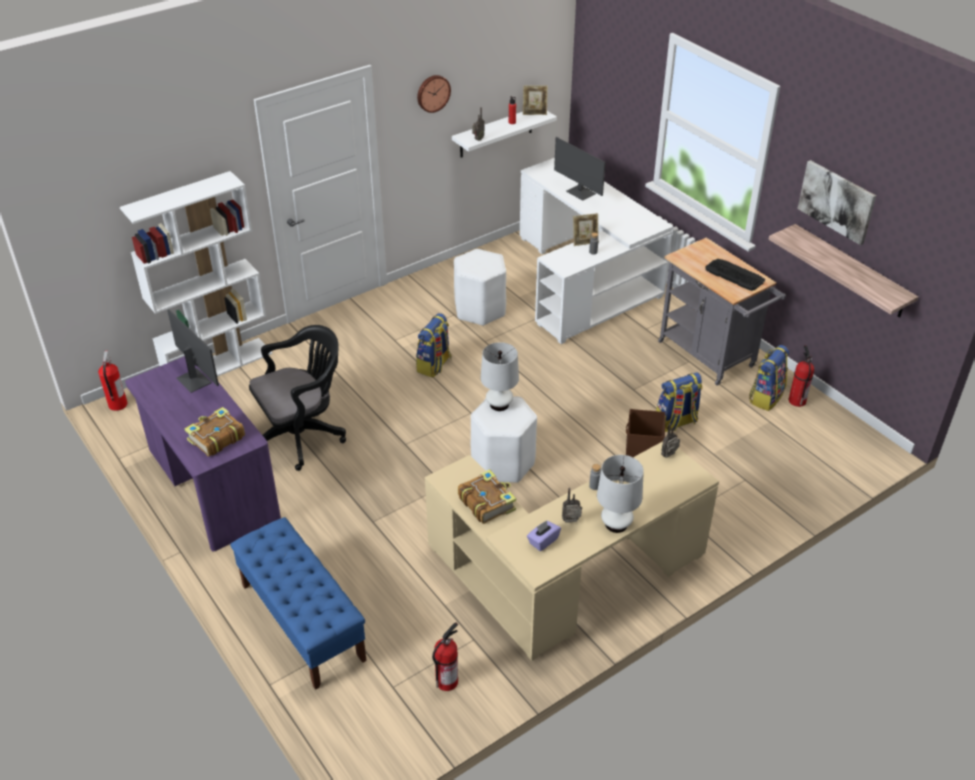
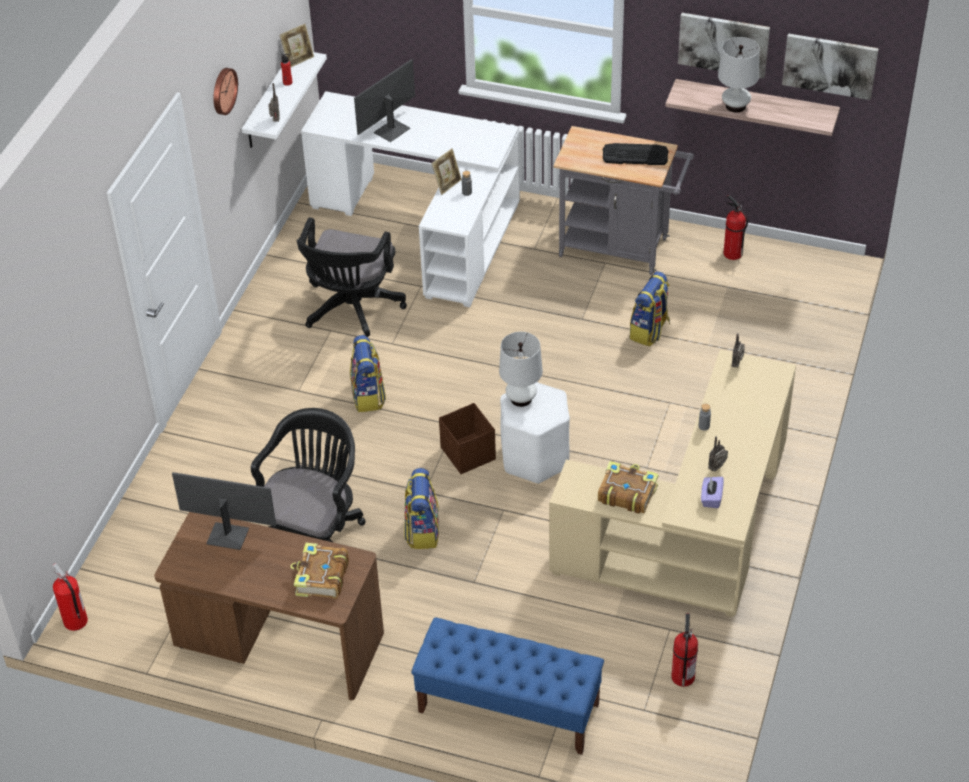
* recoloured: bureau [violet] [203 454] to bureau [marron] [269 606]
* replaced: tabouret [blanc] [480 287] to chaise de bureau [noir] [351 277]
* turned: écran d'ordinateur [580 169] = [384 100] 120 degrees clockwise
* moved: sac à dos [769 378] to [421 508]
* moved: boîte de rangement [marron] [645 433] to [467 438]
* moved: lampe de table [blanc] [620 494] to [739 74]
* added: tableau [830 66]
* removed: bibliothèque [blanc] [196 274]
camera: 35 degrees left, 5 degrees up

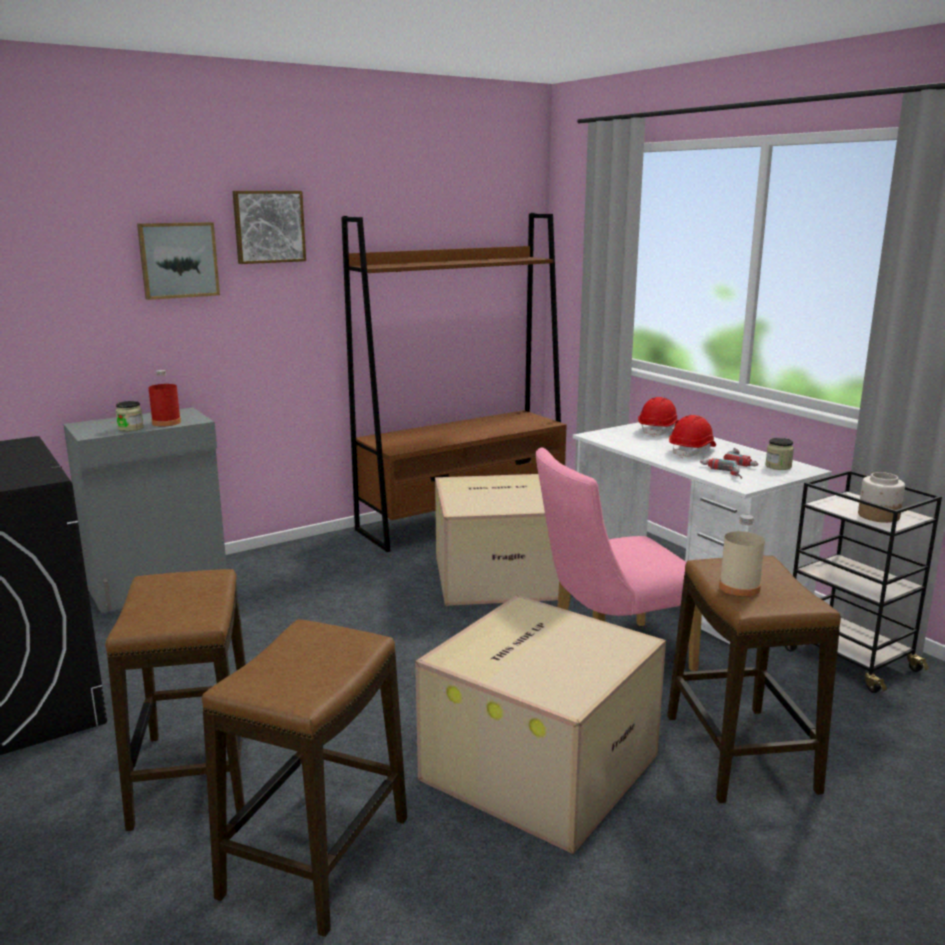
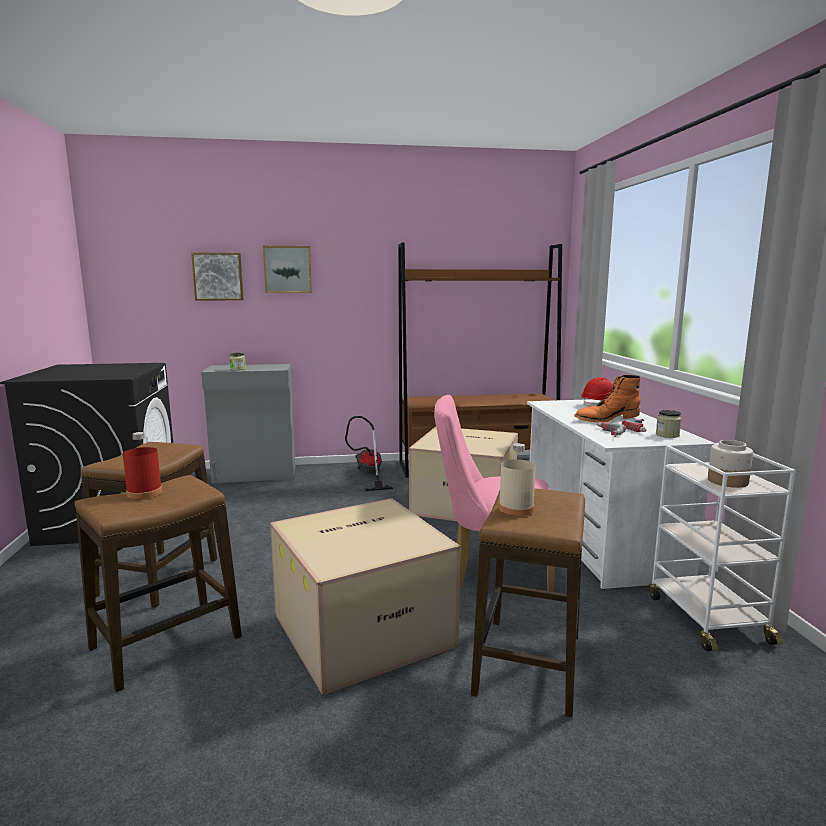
* moved: bouteille [rouge] [164 398] to [142 465]
* moved: tableau [269 227] to [217 277]
* added: aspirateur [369 453]
* replaced: casque de chantier [rouge] [692 436] to botte [orange] [607 399]
* recoloured: chariot [noir] [863 581] to chariot [blanc] [722 547]
camera: 25 degrees right, 5 degrees down

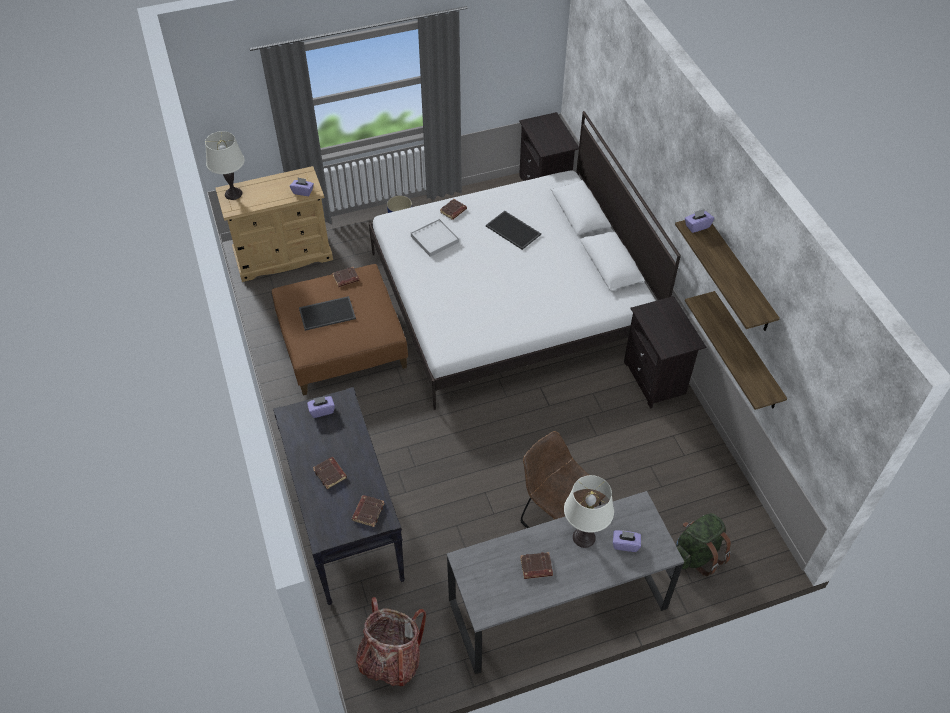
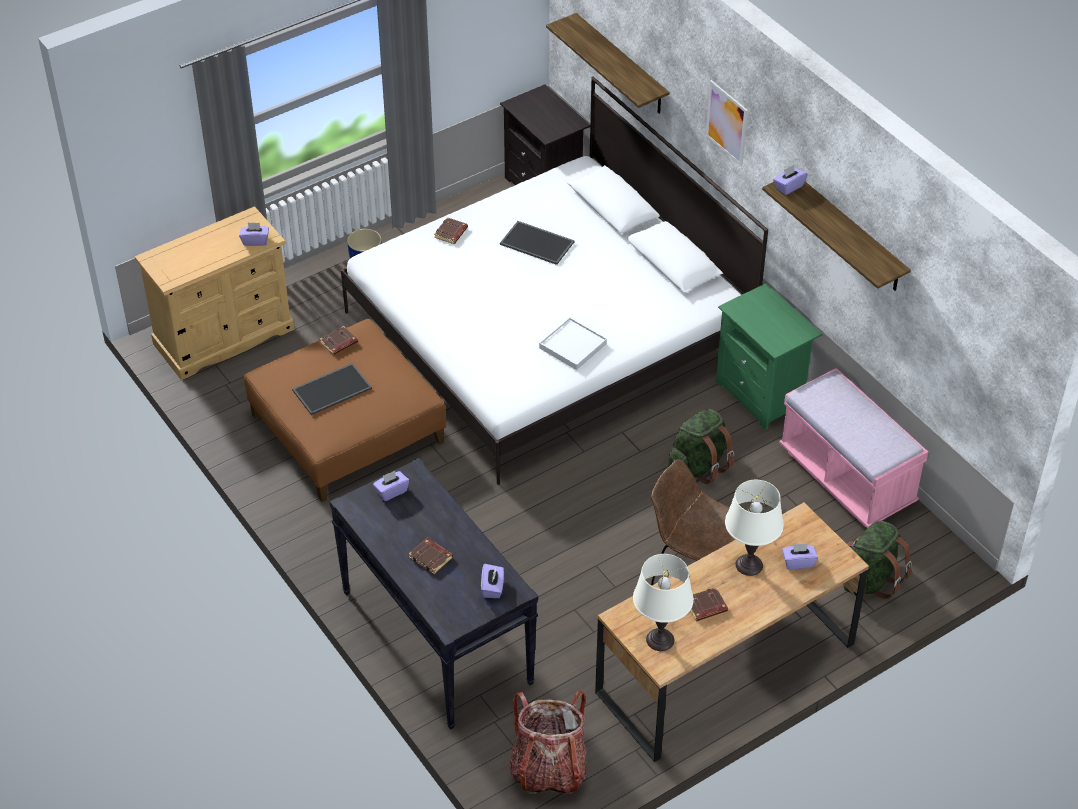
* replaced: livre [marron] [368 511] to boîte à mouchoirs [violet] [492 581]
* moved: plateau [blanc] [435 238] to [573 344]
* moved: étagère [736 350] to [607 63]
* recoloured: bureau [gris] [565 582] to bureau [marron] [732 632]
* moved: lampe de table [blanc] [225 165] to [663 602]
* added: sac à dos [vert] [701 446]
* added: tableau [727 123]
* recoloured: table de chevet [noir] [665 352] to table de chevet [vert] [769 356]
* added: banc [rose] [853 448]
camera: 15 degrees left, 5 degrees down

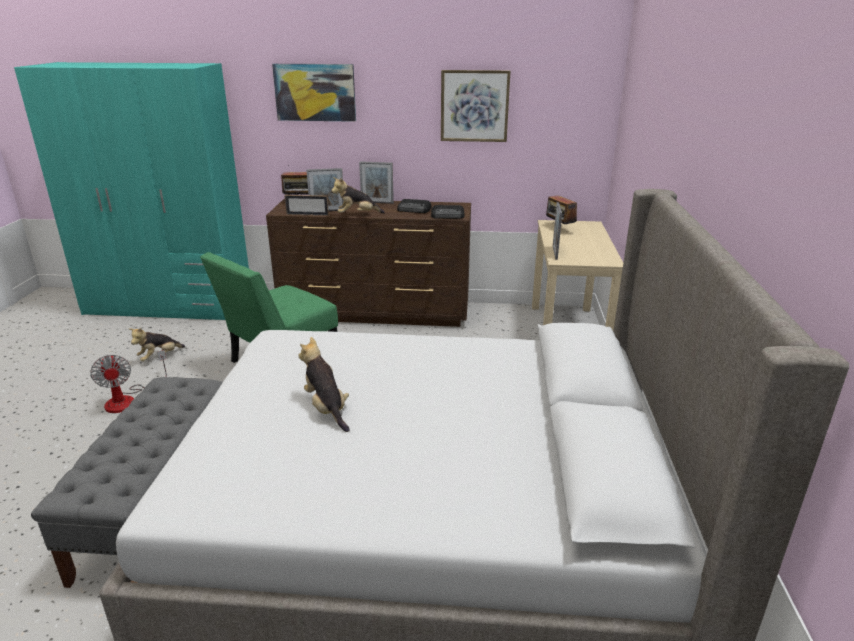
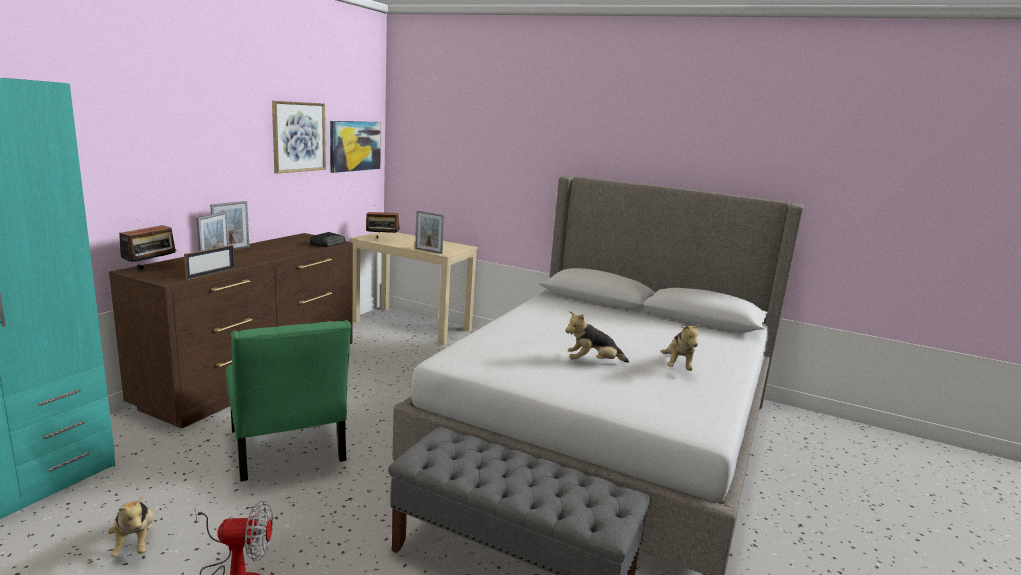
* moved: tableau [314 93] to [355 147]
* moved: peluche [358 195] to [681 346]
* removed: radio [414 206]
camera: 70 degrees left, 10 degrees down

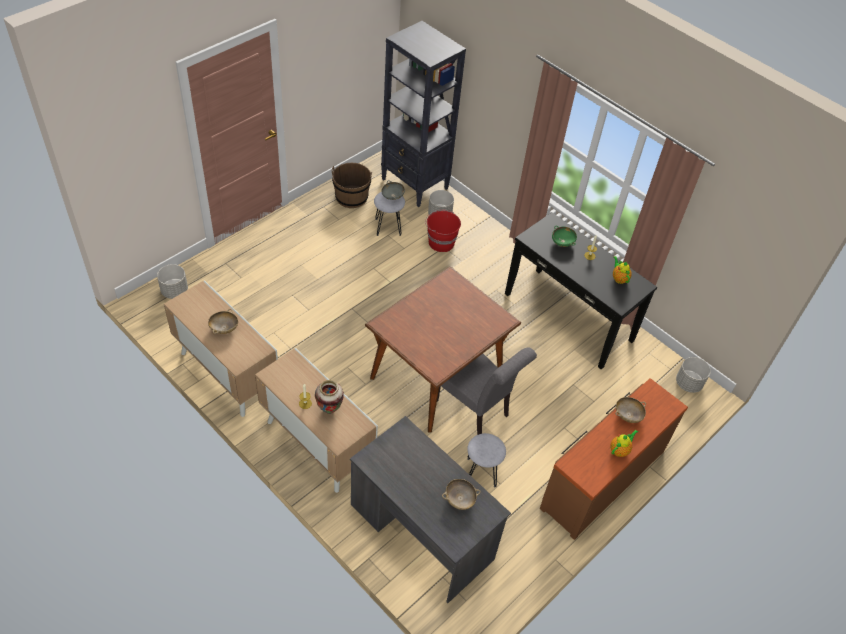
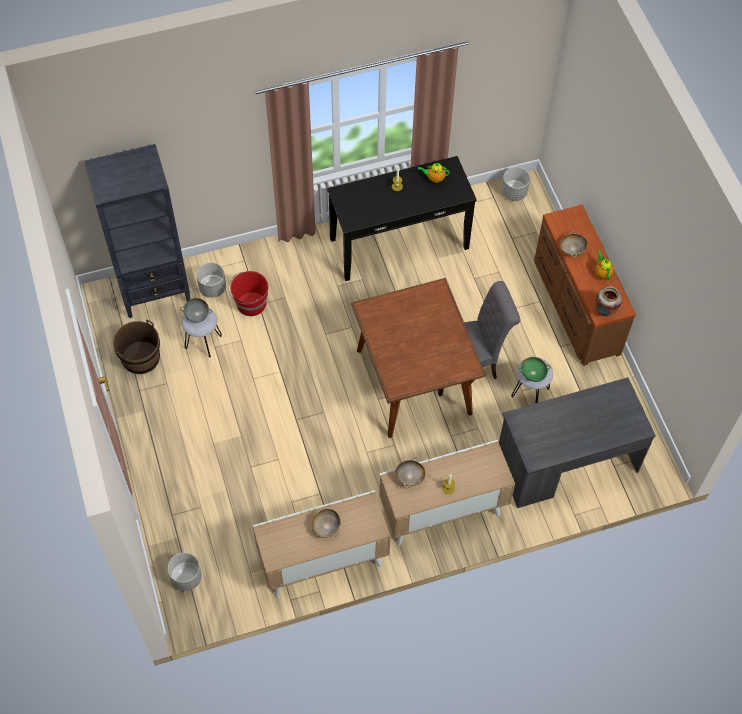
* moved: bol [beige] [461 494] to [410 472]
* moved: bol [vert] [564 236] to [534 369]
* moved: vase [329 397] to [609 301]
camera: 60 degrees left, 10 degrees up

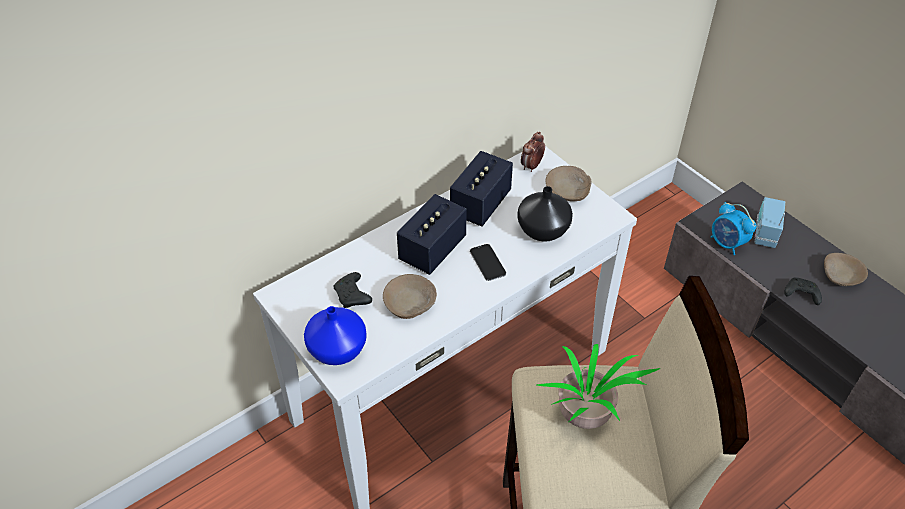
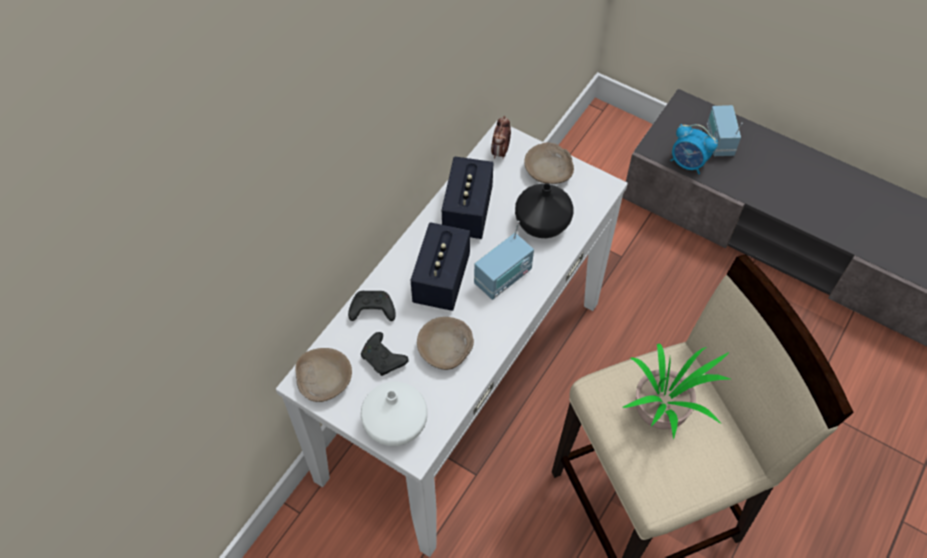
* moved: bol [beige] [846 269] to [323 375]
* moved: manette [noir] [803 291] to [372 306]
* recoloured: vase [bleu] [335 335] to vase [blanc] [394 414]
* replaced: téléphone [488 262] to radio [504 260]
camera: 20 degrees left, 10 degrees up

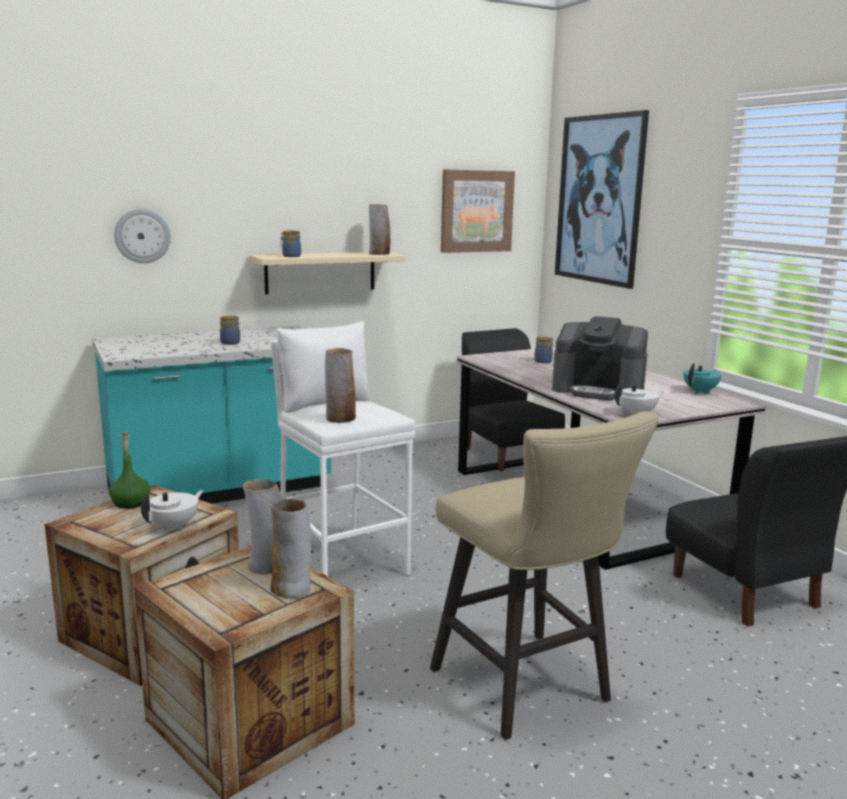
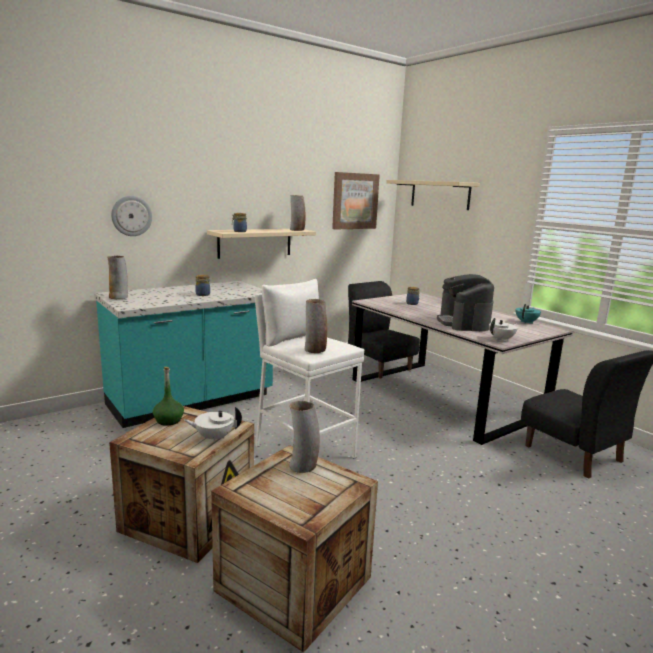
* moved: vase [291 548] to [117 277]
* turned: théière [blanc] [172 510] = [213 424] 120 degrees counterclockwise
* replaced: tableau [602 199] to étagère [beige] [433 195]
* turned: machine à café [600 358] = [465 302] 75 degrees clockwise
* removed: tabouret [beige] [544 575]
camera: 10 degrees left, 0 degrees up

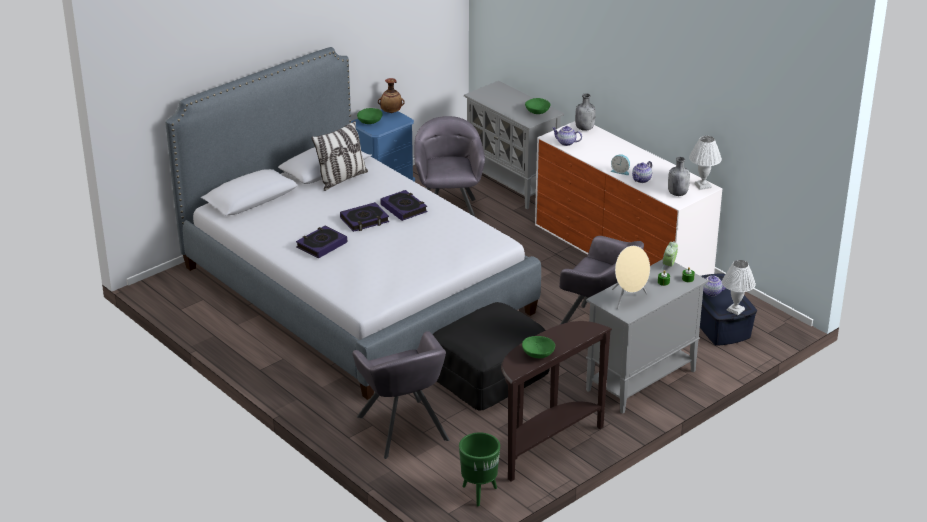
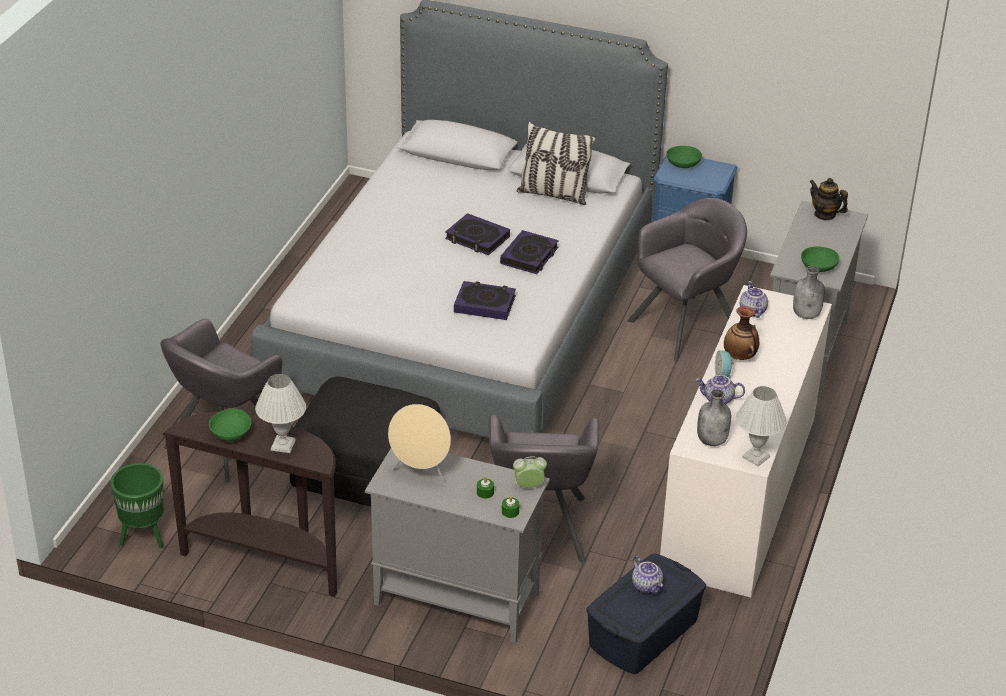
* moved: lampe de table [blanc] [739 287] to [280 413]
* moved: livre [321 242] to [485 300]
* moved: vase [391 95] to [741 333]
* added: théière [828 199]
camera: 60 degrees right, 5 degrees up

